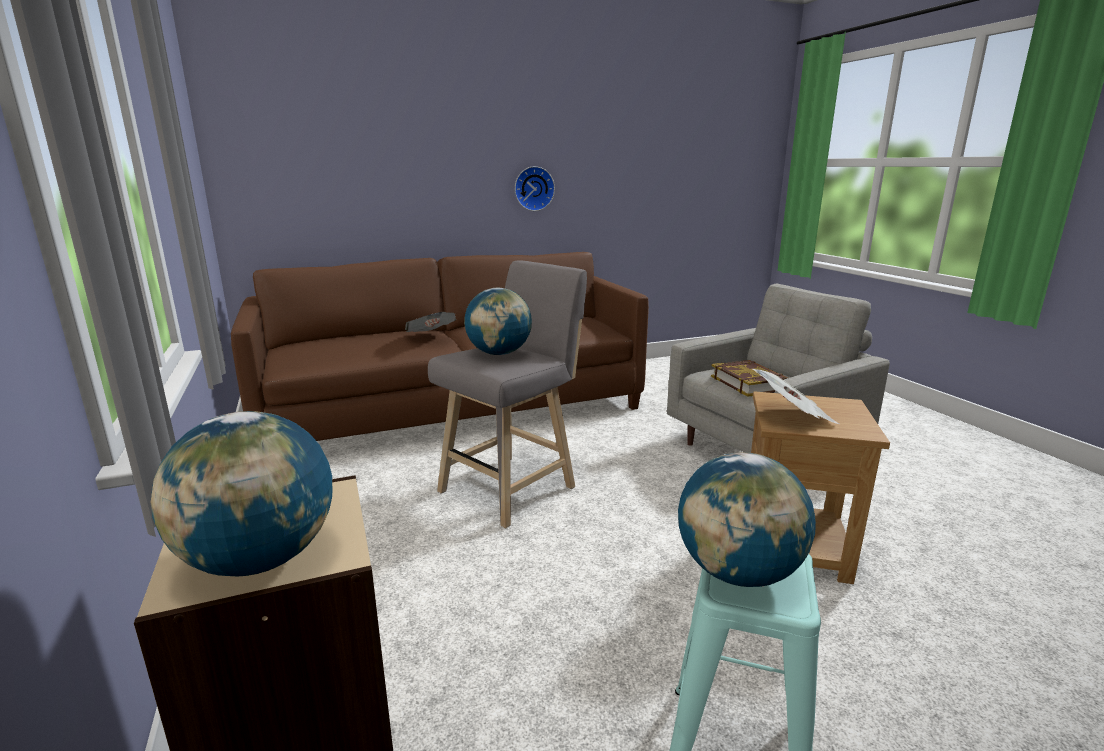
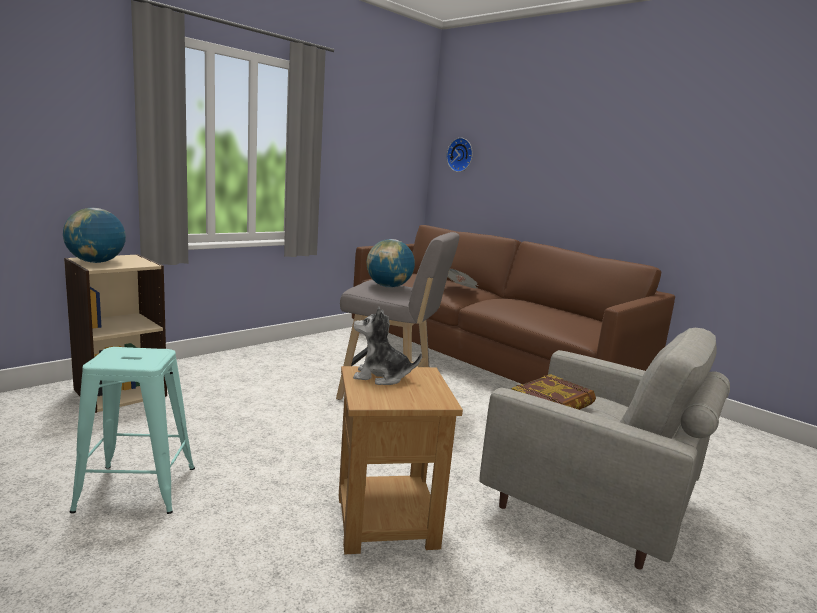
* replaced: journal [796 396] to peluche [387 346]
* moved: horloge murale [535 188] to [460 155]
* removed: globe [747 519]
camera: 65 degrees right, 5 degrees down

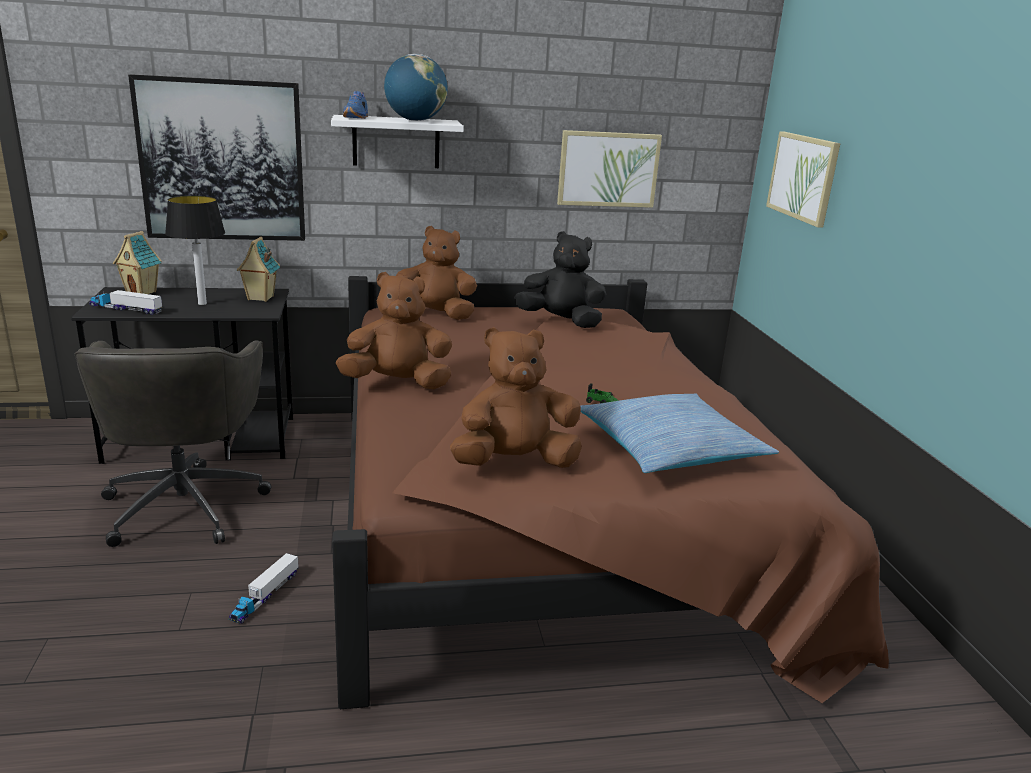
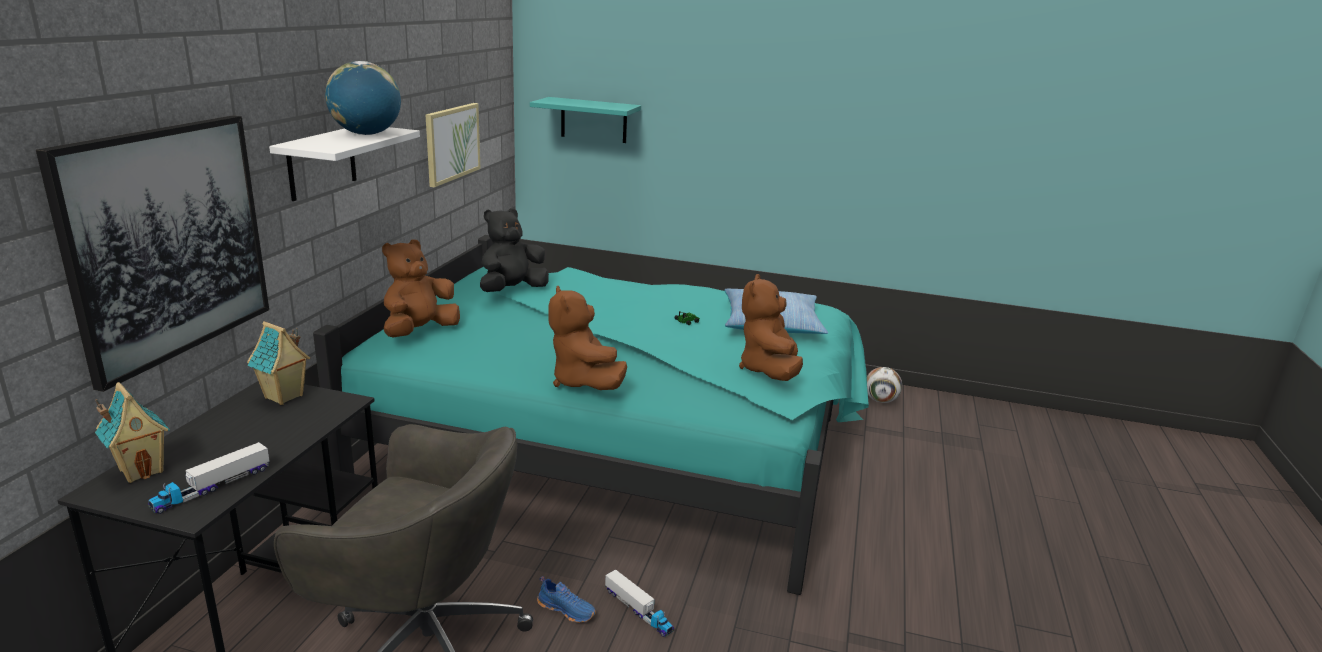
* recoloured: lit [marron] [610 492] to lit [turquoise] [591 415]
* replaced: tableau [803 179] to étagère [turquoise] [585 120]
* moved: chaussure [bleu] [355 105] to [566 599]
* turned: peluche [marron] [394 330] = [588 338] 45 degrees counterclockwise
* added: ballon de foot [884 385]
* removed: lampe de table [195 250]
camera: 65 degrees left, 0 degrees up

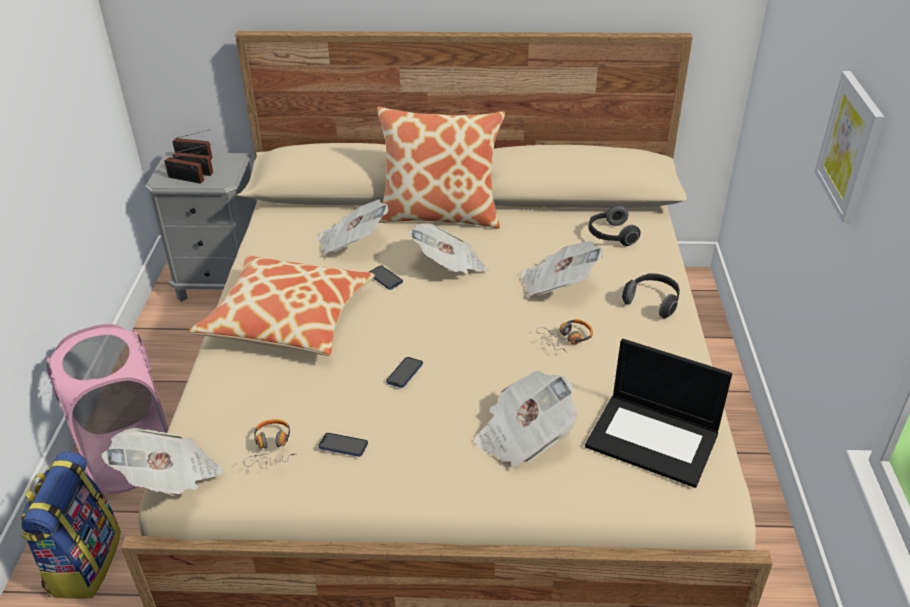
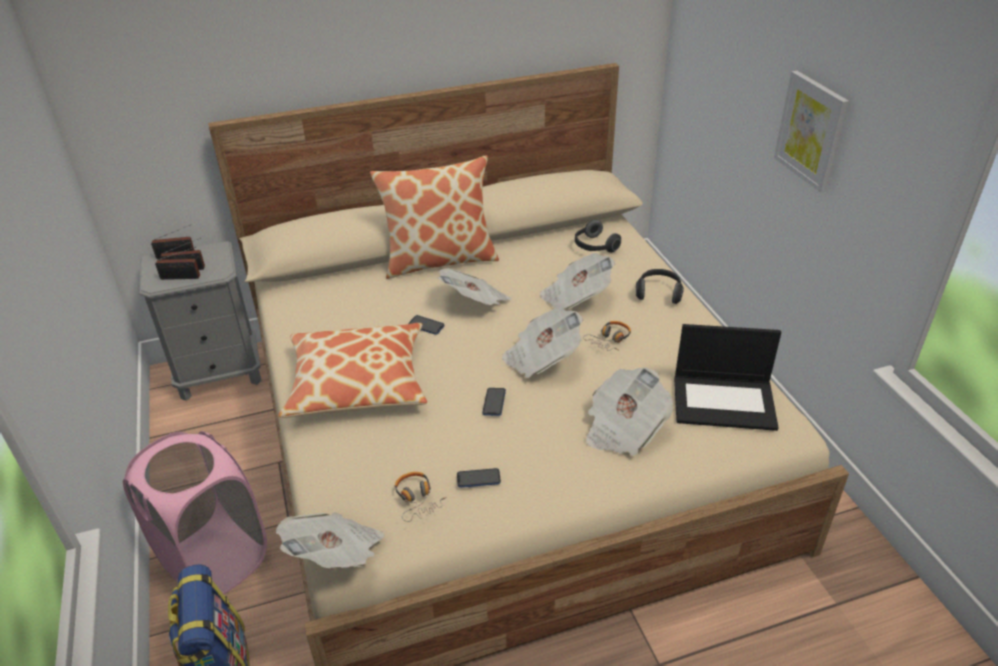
* moved: journal [353 227] to [542 342]
camera: 20 degrees left, 0 degrees up

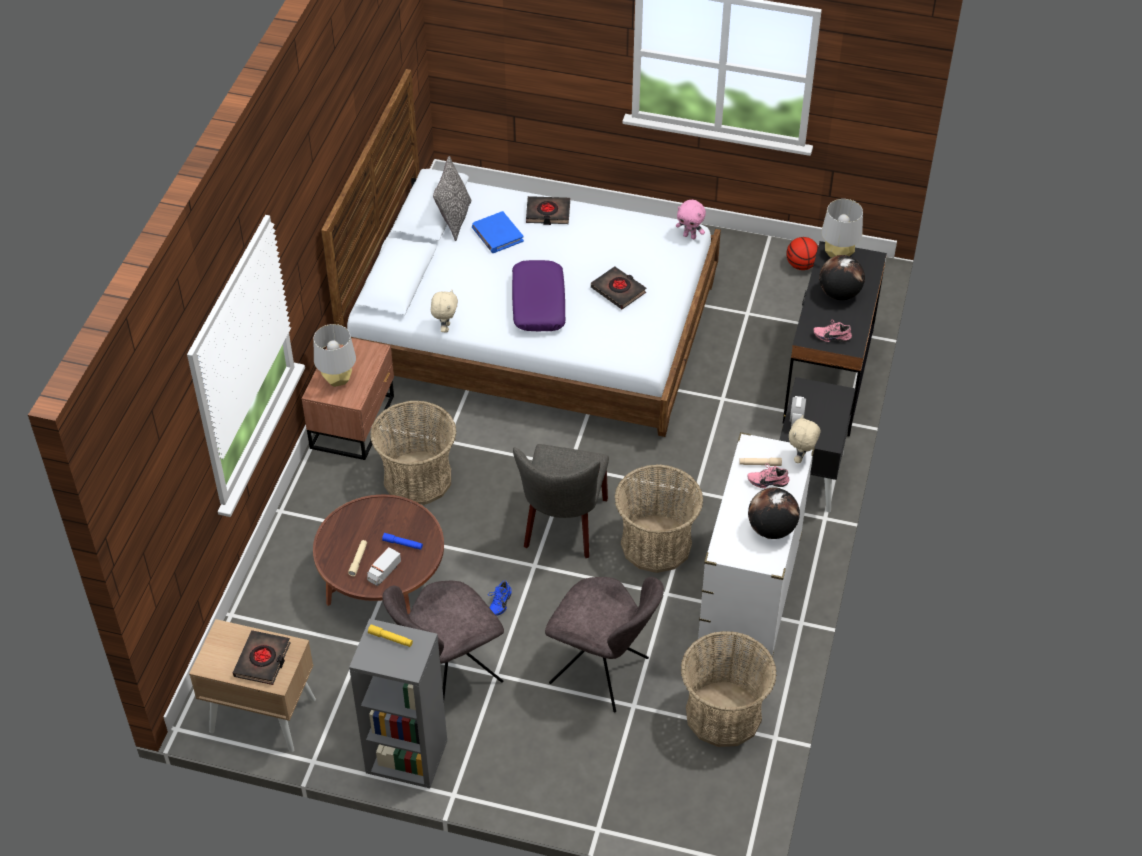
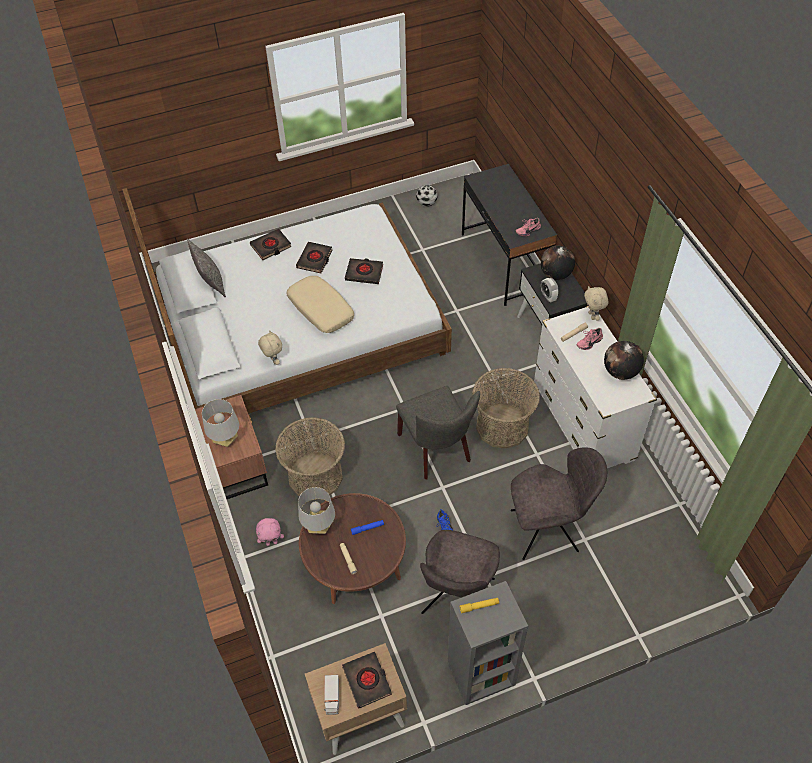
* moved: peluche [rose] [691 219] to [270 532]
* recoloured: coussin [violet] [539 295] to coussin [beige] [320 304]
* added: livre [noir] [314 257]
* moved: lampe de table [gris] [842 228] to [316 510]
* moved: camion jouet [384 566] to [331 695]
* replaced: ballon de basket [802 253] to ballon de foot [427 196]
* moved: globe [842 277] to [558 262]
* removed: livre [bleu] [498 232]
* removed: panier [729 689]
camera: 35 degrees left, 5 degrees up

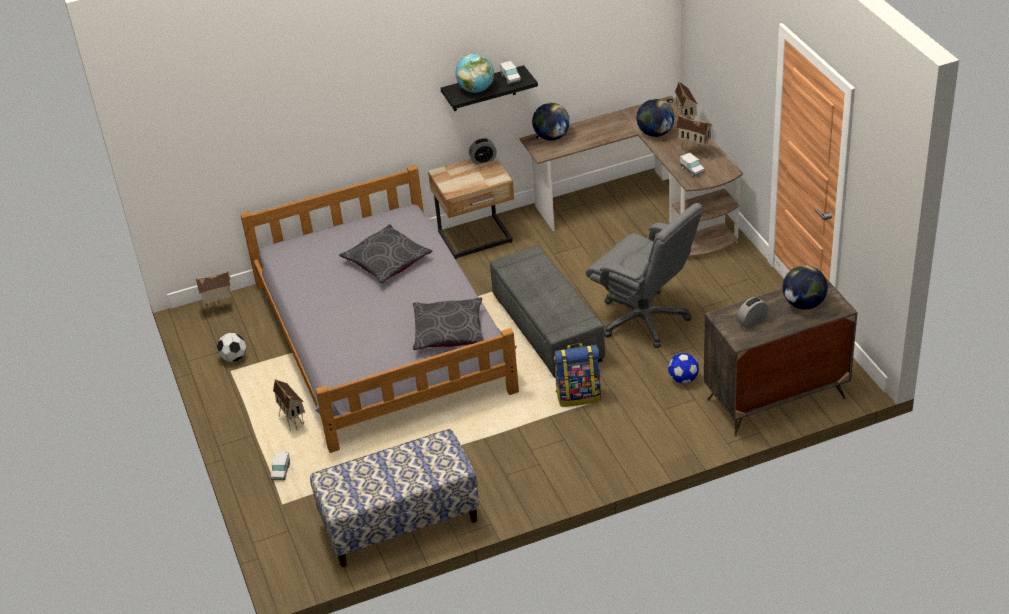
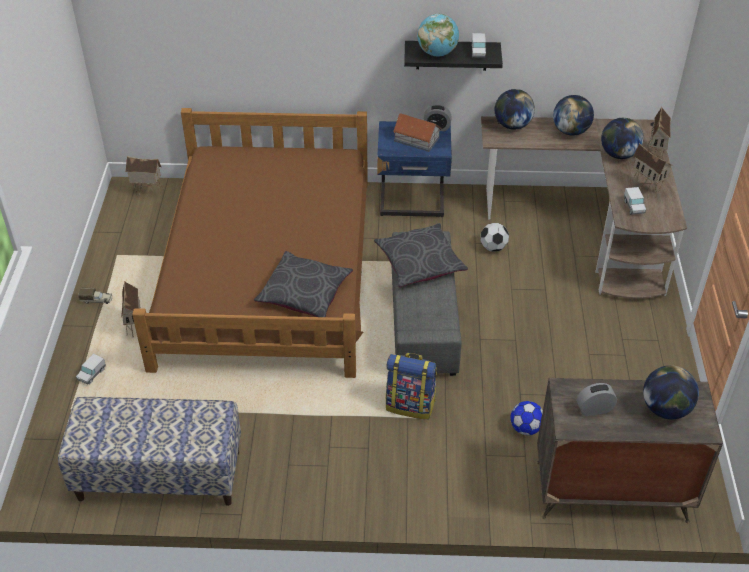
* added: camion jouet [95 295]
* recoloured: lit [gris] [379 309] to lit [marron] [250 243]
* moved: coussin [gris] [385 253] to [421 255]
* recoloured: table de chevet [beige] [471 208] to table de chevet [bleu] [414 169]
* added: maison miniature [417 132]
* moved: ballon de foot [231 347] to [494 237]
* added: globe [573 115]
* removed: chaise de bureau [gris] [644 275]
camera: 20 degrees right, 5 degrees up

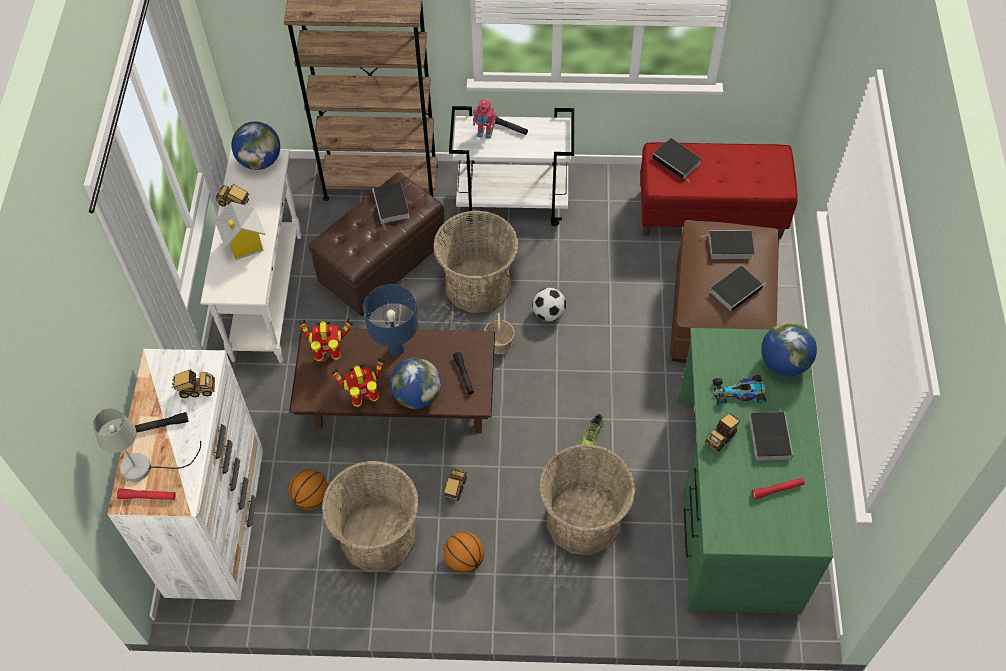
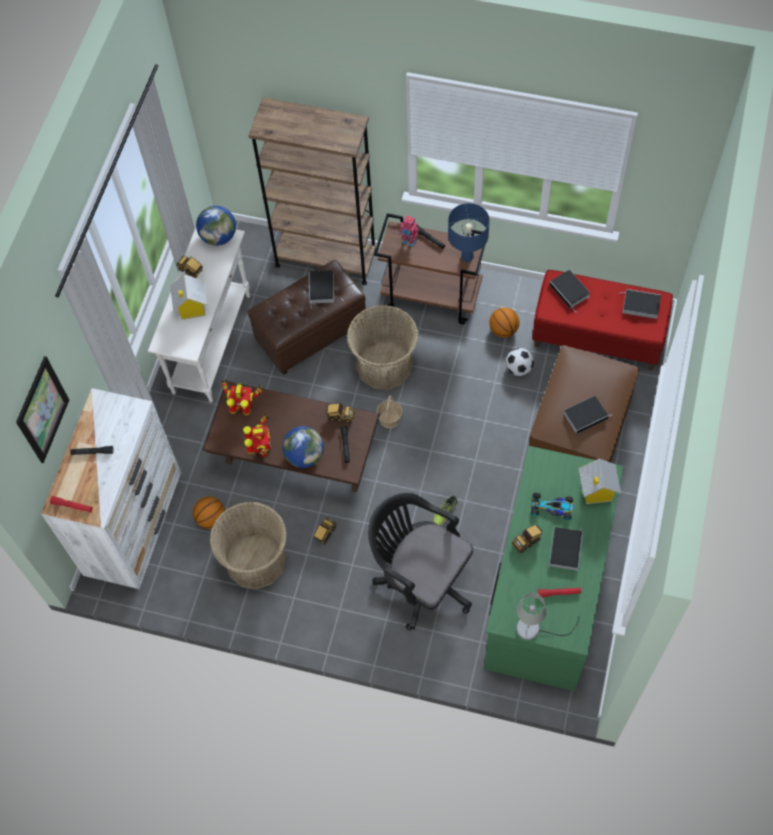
* added: tableau [42 409]
* turned: robot jouet [358 382] = [257 435] 90 degrees clockwise
* moved: camion jouet [193 384] to [340 413]
* replaced: panier [587 499] to chaise de bureau [noir] [420 561]
* recoloured: chariot [blanc] [511 166] to chariot [marron] [430 268]
* moved: lampe de table [bleu] [390 320] to [469 232]
* moved: ballon de basket [463 552] to [504 322]
* moved: ballon de foot [549 304] to [520 362]
* moved: lampe de table [gris] [147 445] to [548 616]
* replaced: globe [789 349] to maison miniature [600 481]
* moved: livre [728 244] to [640 304]
camera: 15 degrees right, 5 degrees up

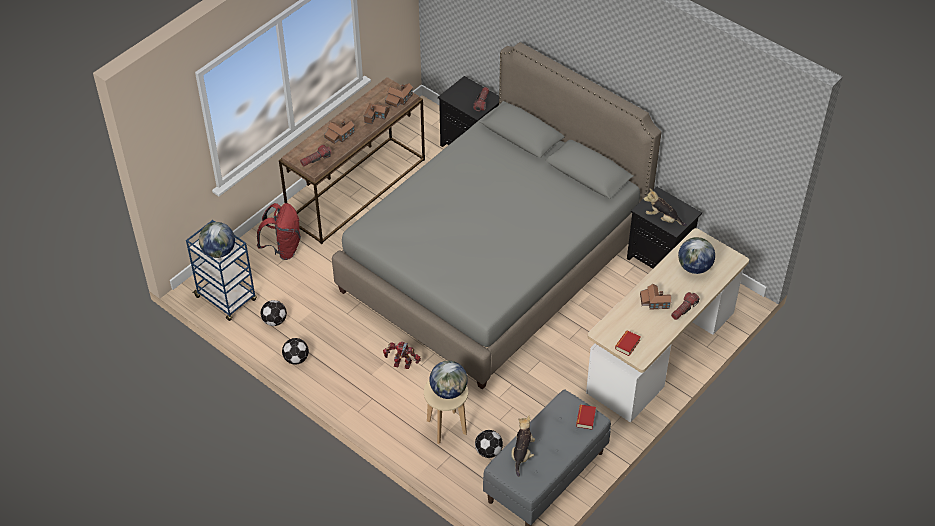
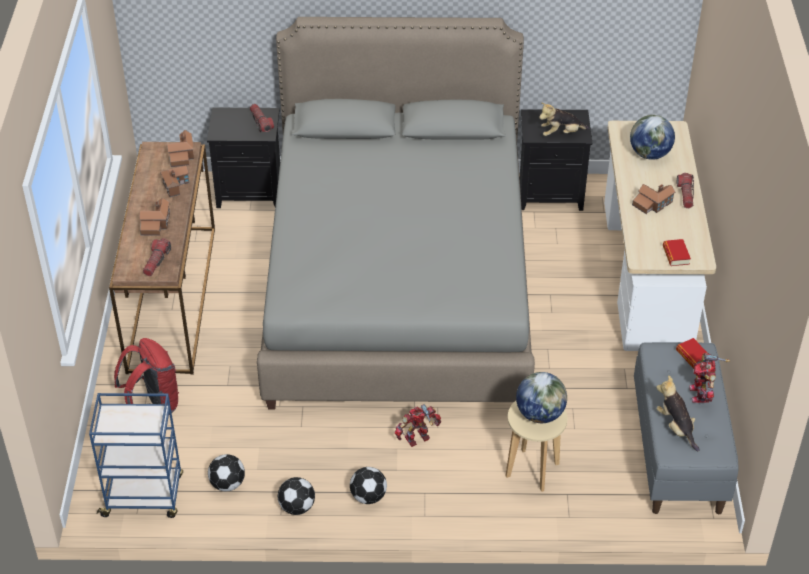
* moved: ballon de foot [489 444] to [368 485]
* added: robot jouet [709 378]
* removed: globe [217 240]
camera: 40 degrees left, 5 degrees down

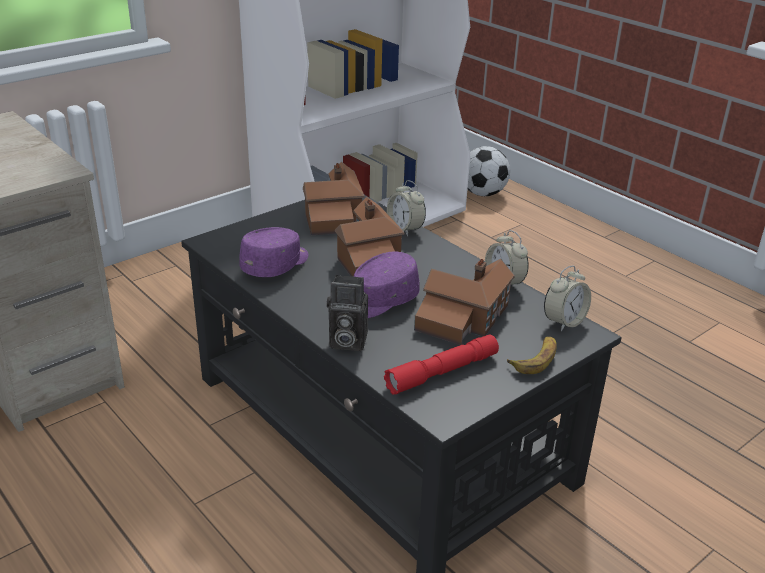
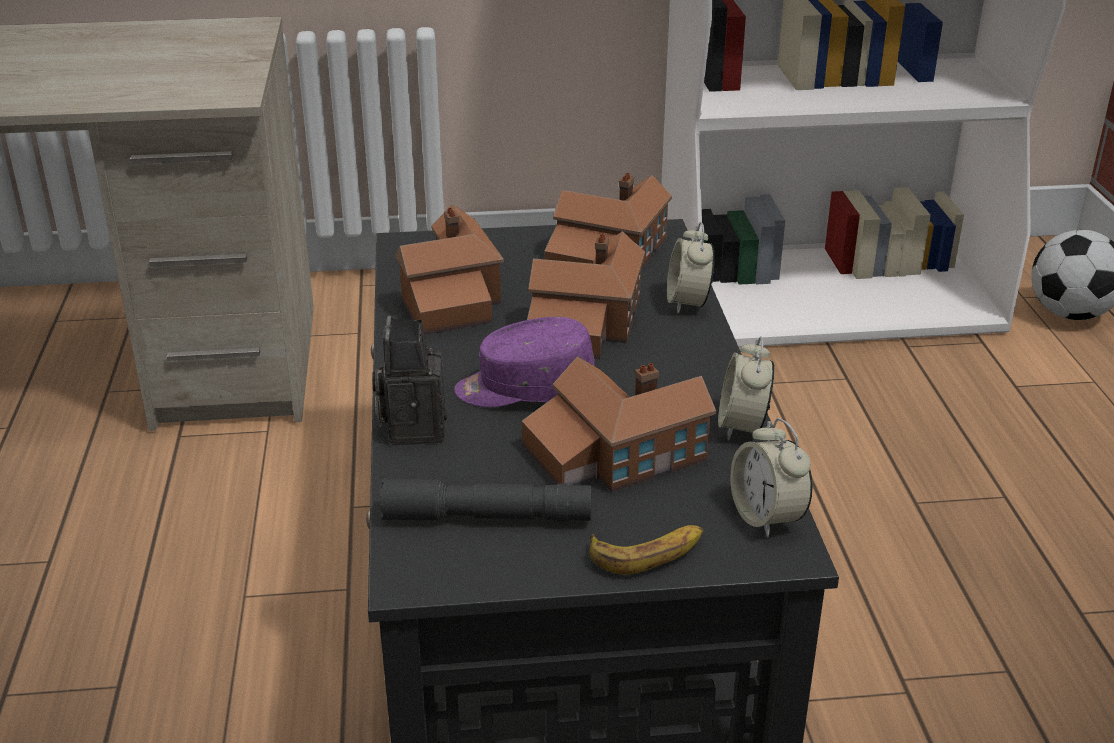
* turned: appareil photo [347 313] = [409 380] 45 degrees clockwise
* recoloured: lampe de poche [rouge] [441 364] to lampe de poche [gris] [486 500]
* replaced: casquette [violet] [273 252] to maison miniature [449 269]
* turned: réveil [567 298] = [771 478] 75 degrees clockwise
camera: 35 degrees right, 0 degrees up

